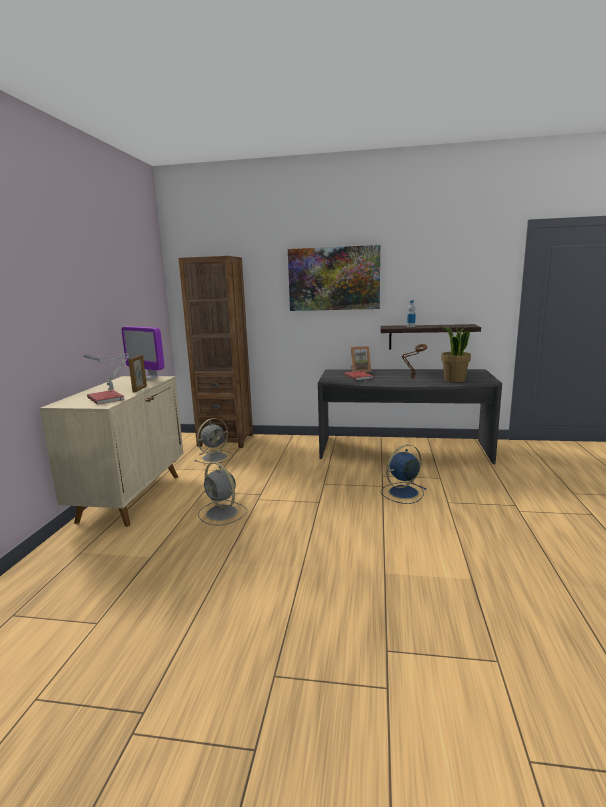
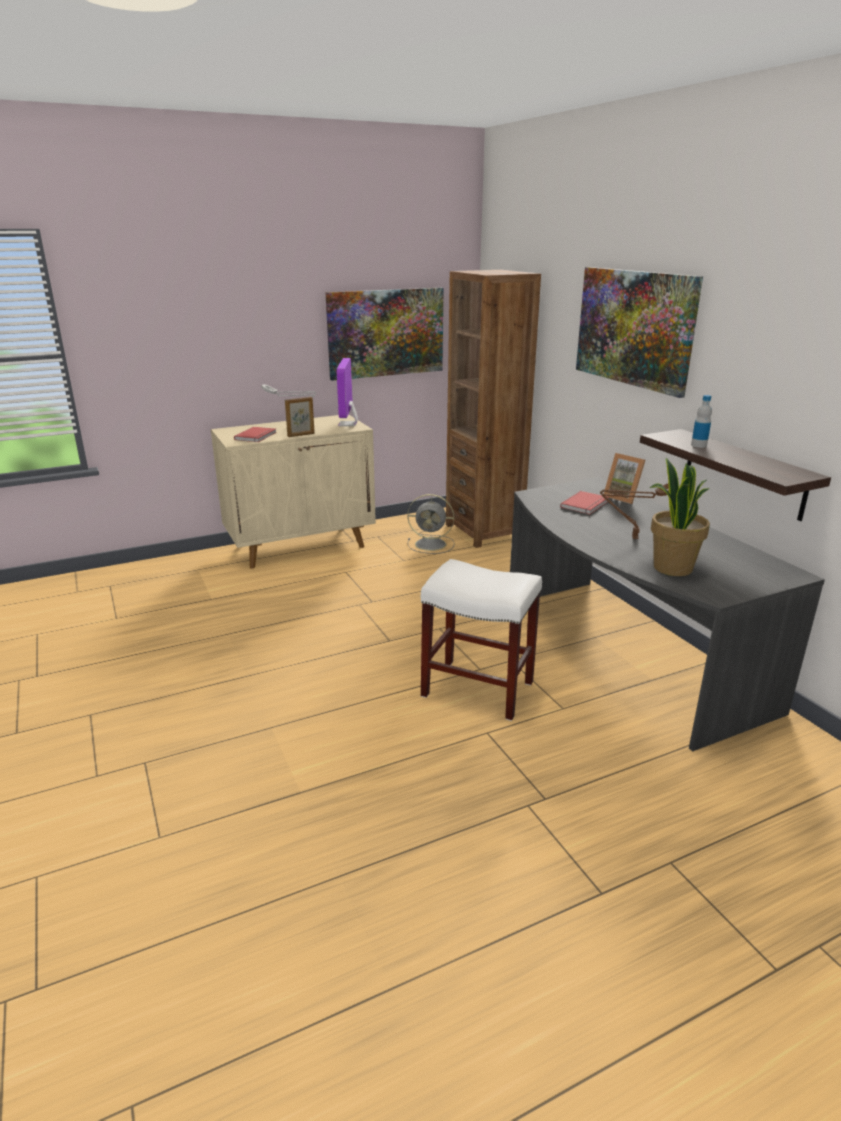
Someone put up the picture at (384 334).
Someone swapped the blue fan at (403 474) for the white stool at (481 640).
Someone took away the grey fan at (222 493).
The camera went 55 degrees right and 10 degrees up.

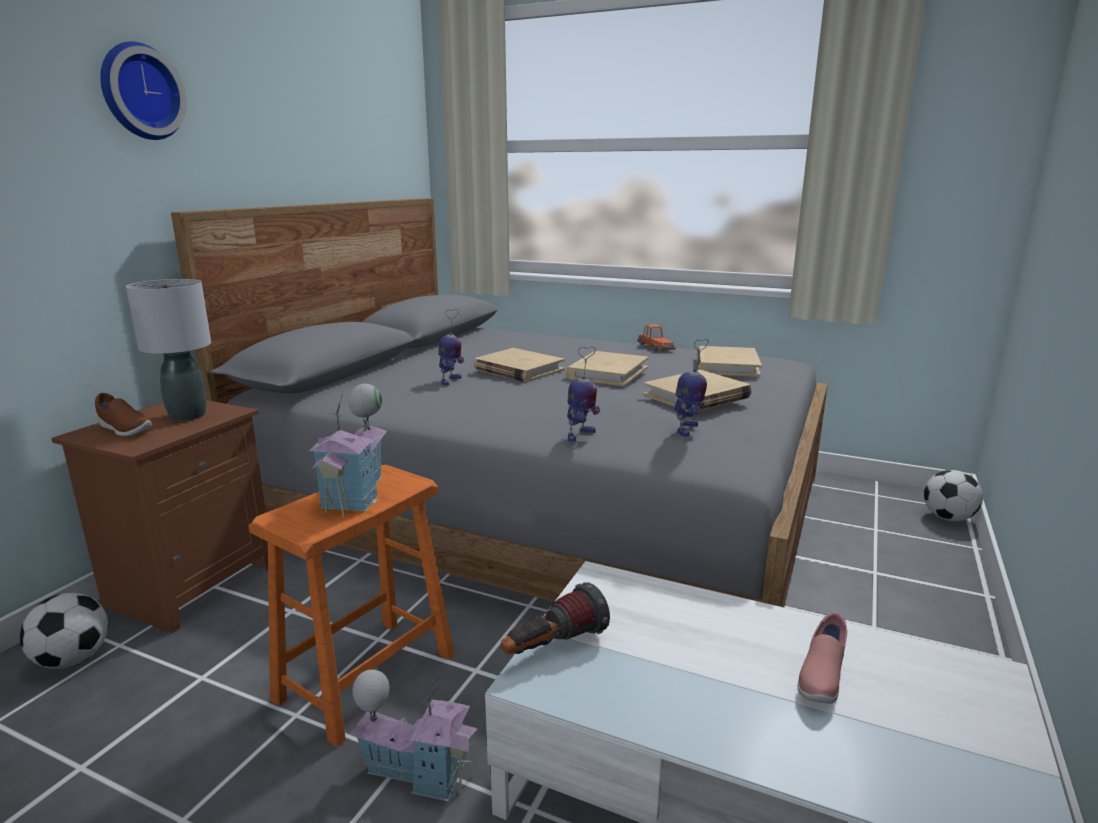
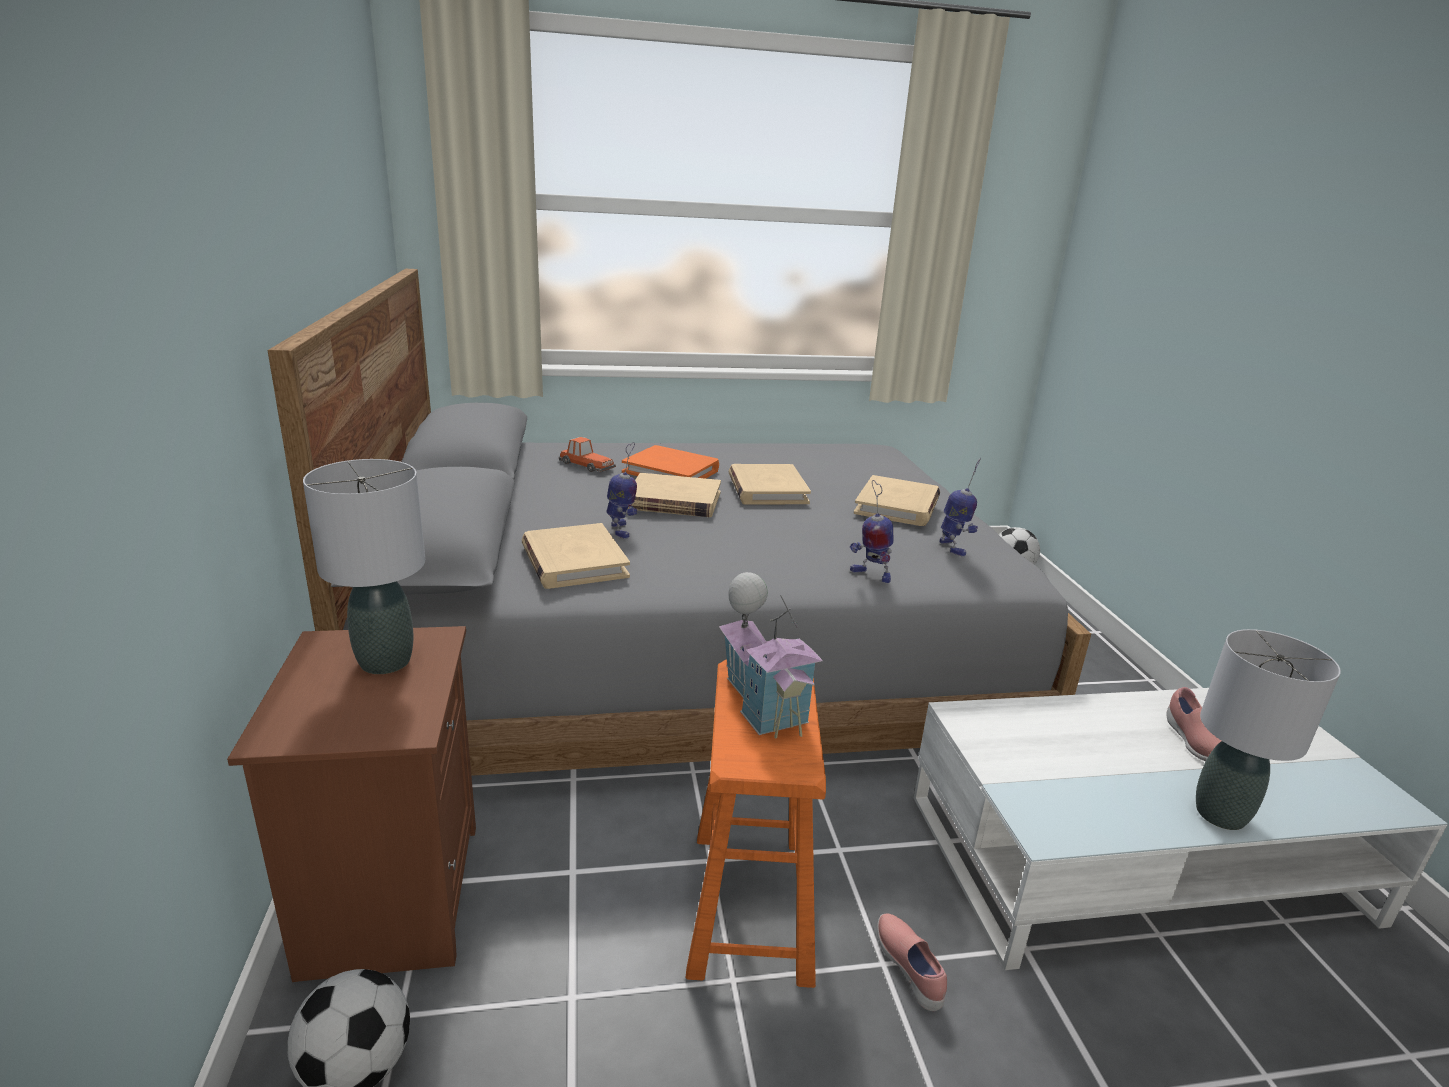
Someone carried the beige book from (729 361) to (576 556).
Someone carried the toy car from (656 337) to (587 454).
Someone put down the orange book at (670 462).
Someone rotated the toy robot at (583 394) by 120 degrees clockwise.
Someone swapped the toy house at (413 735) for the pink shoe at (912 962).
Someone put down the grey table lamp at (1268 729).
Someone took away the brown shoe at (123 414).
Someone took away the wall clock at (143 90).
Someone took away the flashlight at (555 618).
The camera went 35 degrees left and 5 degrees up.

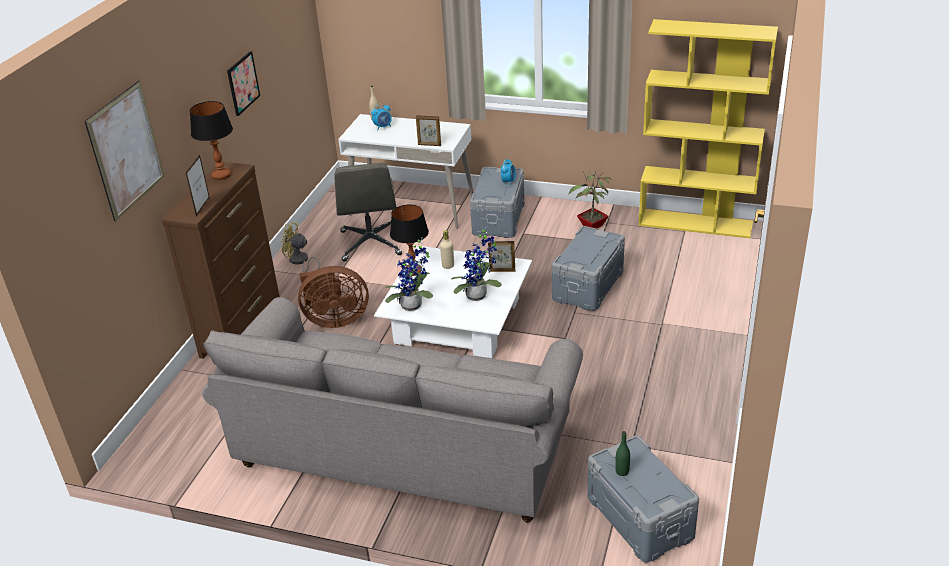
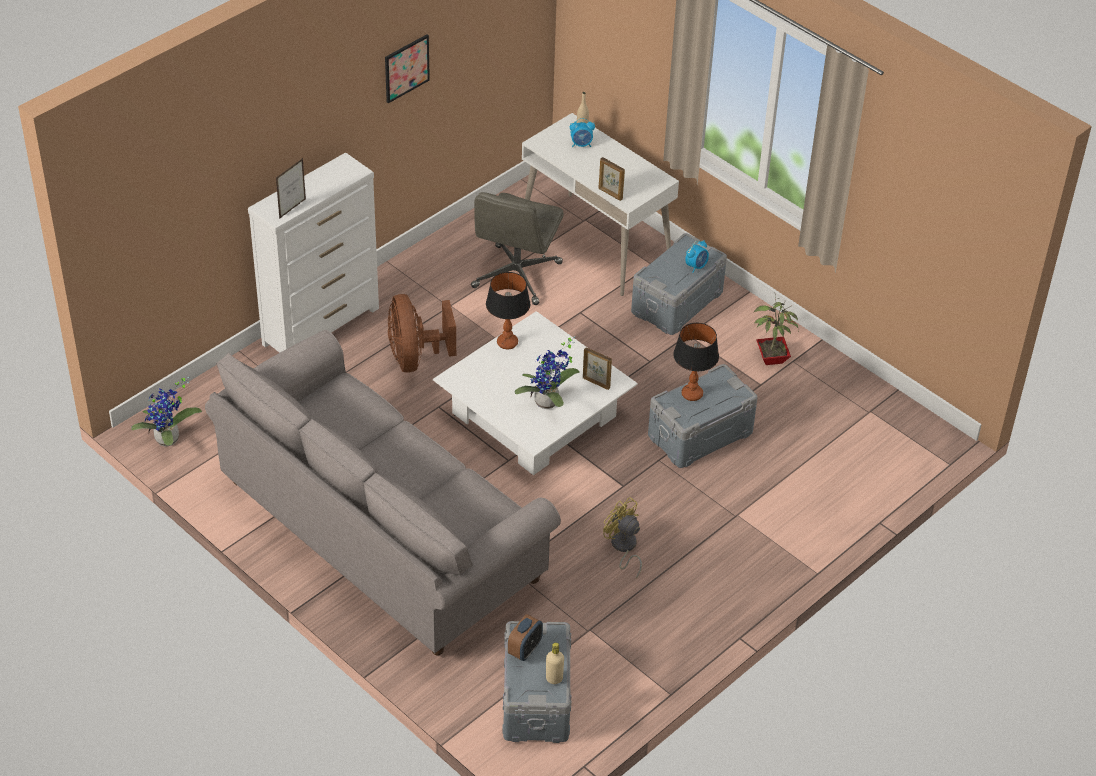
Someone carried the potted plant from (409 274) to (166 412).
Someone repainted the brown dresser at (221 260), which became the white dresser at (313 252).
Someone rotated the brown fan at (333 297) by 60 degrees clockwise.
Someone swapped the green bottle at (622 453) for the alarm clock at (525 637).
Someone carried the beige bottle from (447 249) to (555 663).
Someone carried the yellow fan from (300 247) to (622 537).
Someone carried the table lamp from (211 140) to (696 362).
Someone took away the picture at (124 151).
Someone took away the yellow bookcase at (708 128).
The camera went 25 degrees right and 10 degrees up.

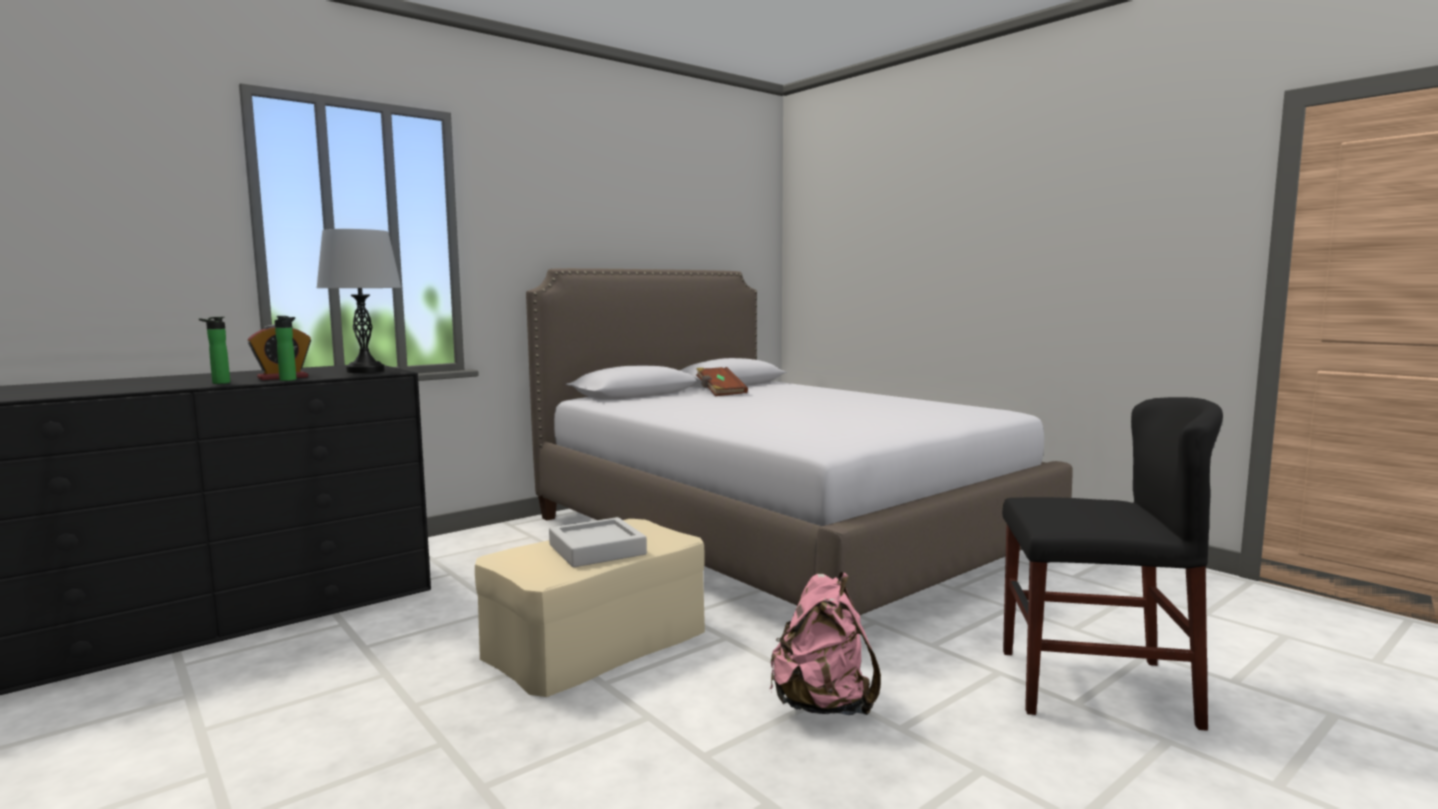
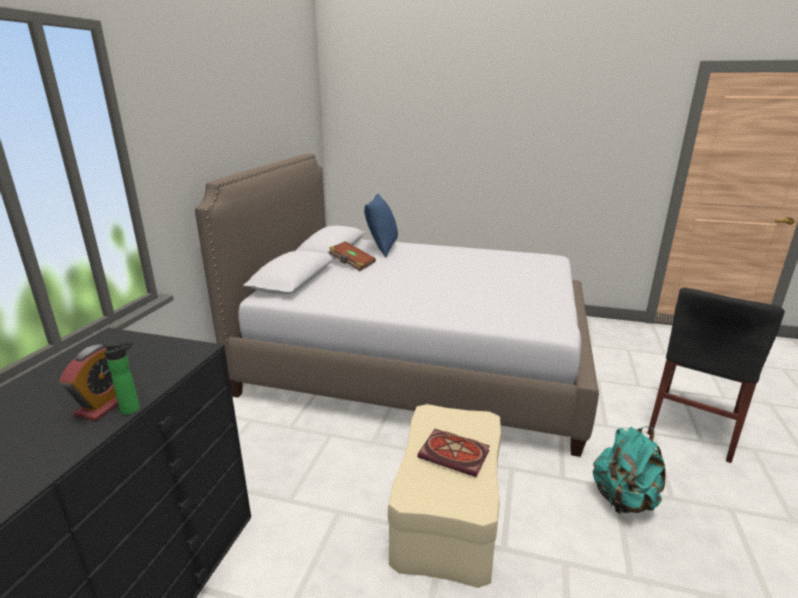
Someone put down the blue pillow at (381 225).
Someone swapped the grey tray at (598 542) for the book at (454 453).
Someone repainted the pink backpack at (825 643), which became the turquoise backpack at (629 470).
Someone rotated the black chair at (1112 564) by 150 degrees clockwise.
Someone took away the bottle at (214 350).
Someone took away the grey table lamp at (359 301).
The camera went 35 degrees left and 15 degrees up.

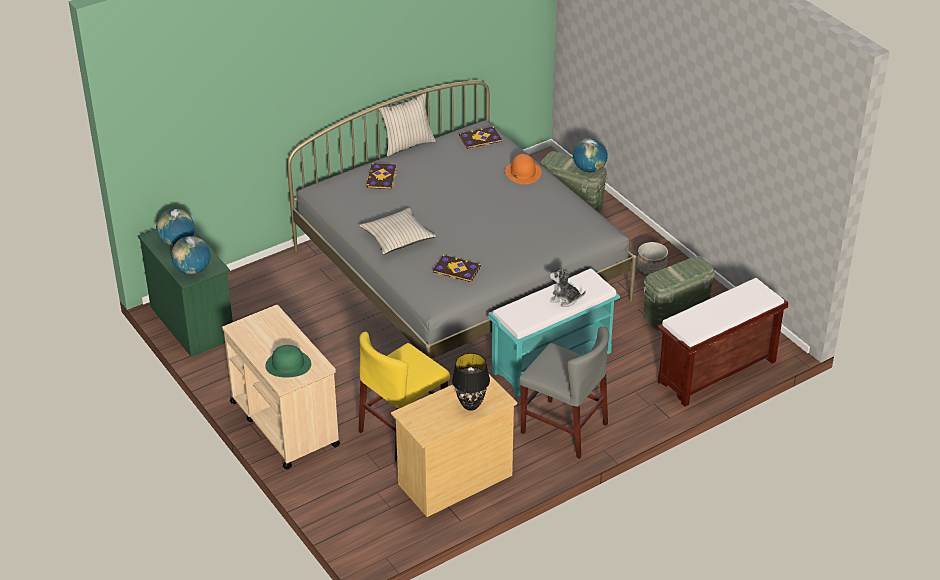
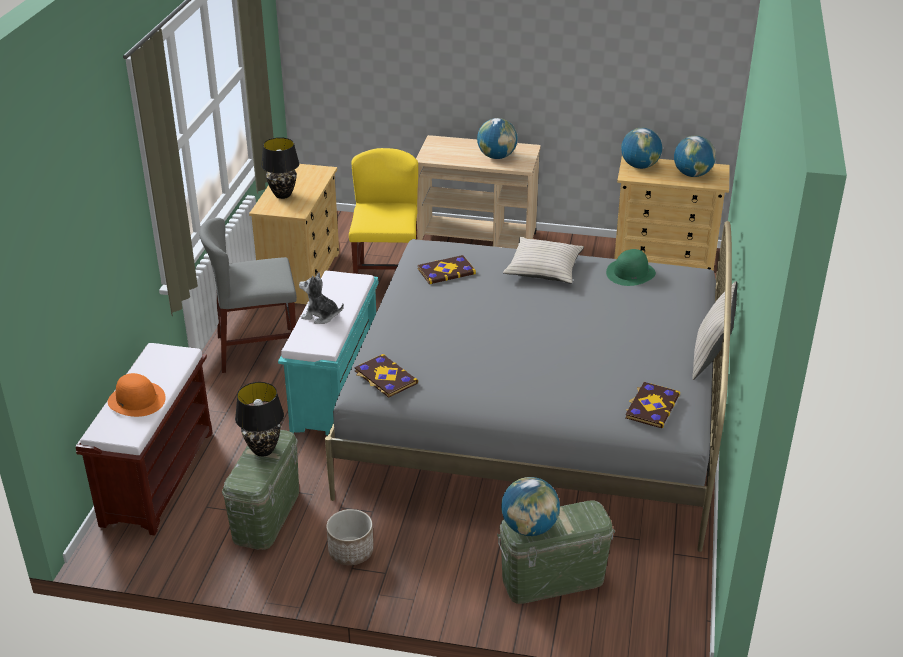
Someone carried the orange hat from (523 169) to (137 395).
Someone put down the black table lamp at (259 419).
Someone rotated the plush toy at (568 286) by 135 degrees counterclockwise.
Someone carried the book from (381 176) to (386 376).
Someone put down the globe at (497 138).
Someone carried the green hat from (288 361) to (631 267).
Someone repainted the green dresser at (185 293), which became the beige dresser at (672 213).
The camera went 135 degrees right and 5 degrees down.

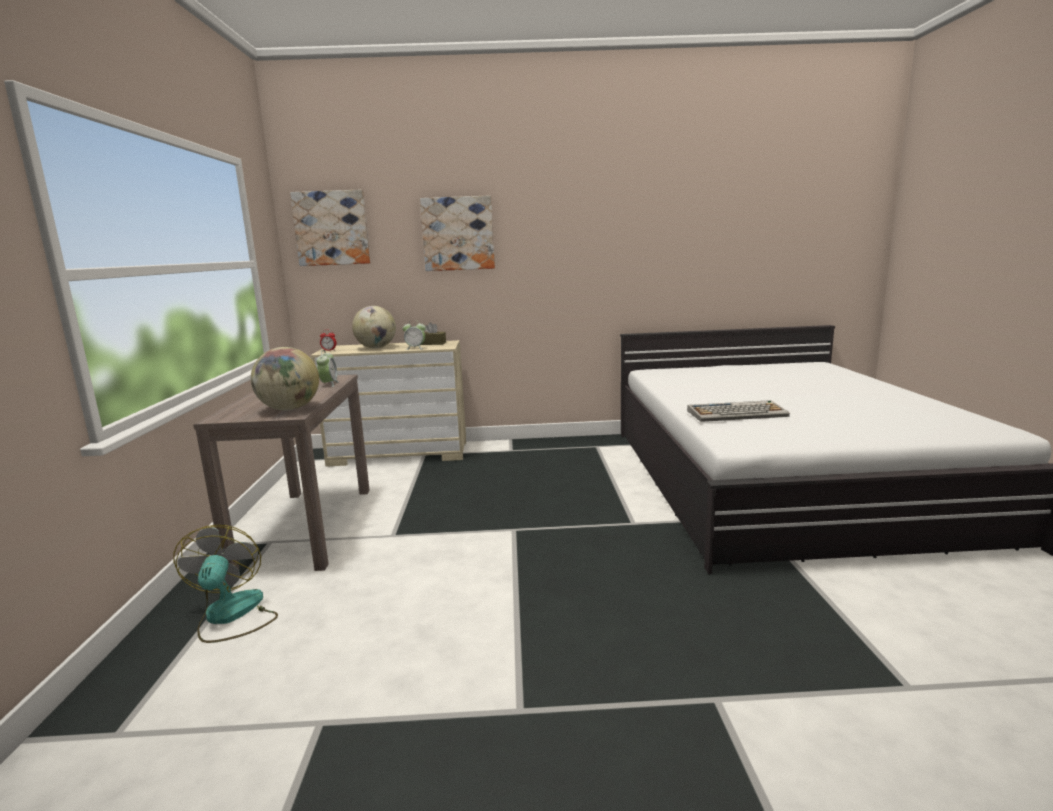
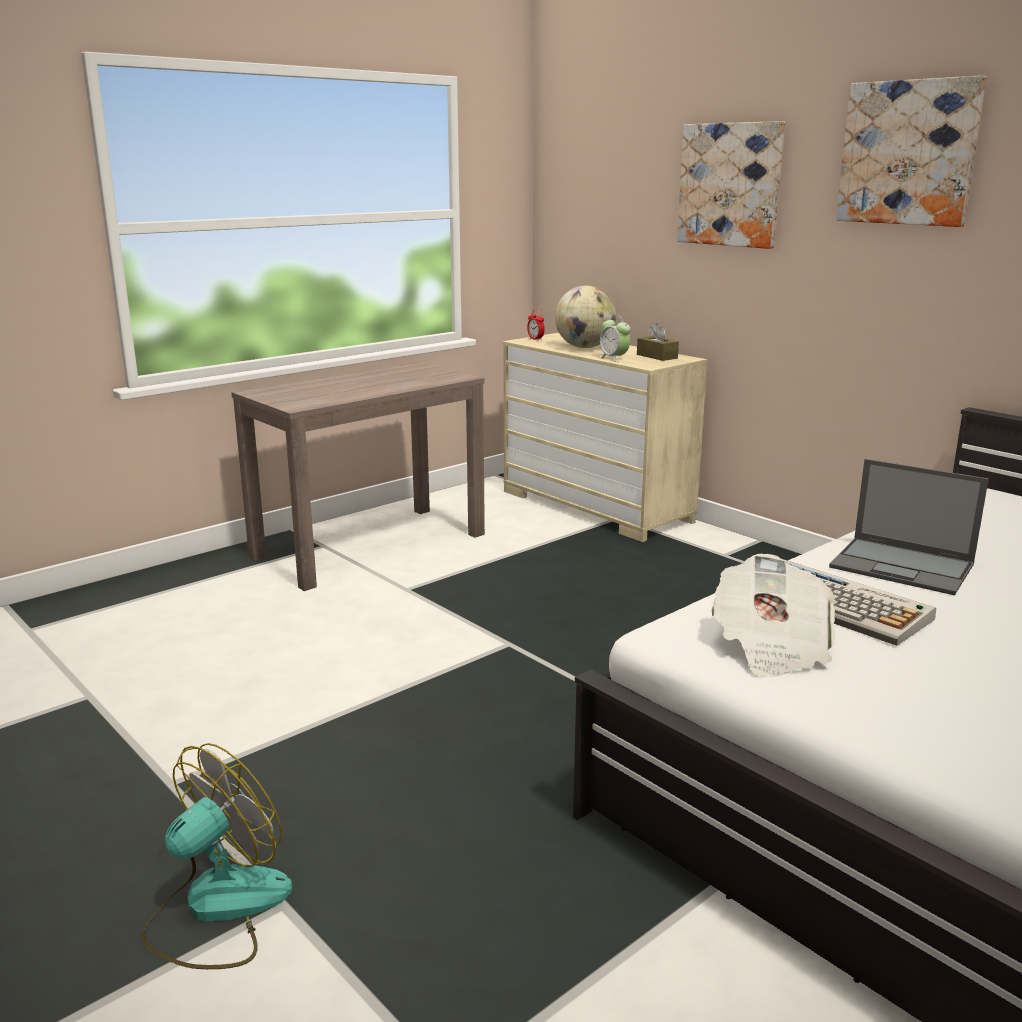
Someone carried the fan from (225 584) to (217 856).
Someone put down the newspaper at (773 615).
Someone put down the laptop at (909 527).
Someone carried the picture from (330 228) to (911 151).
Someone took away the globe at (285 379).
Someone took away the alarm clock at (327 368).
The camera went 50 degrees right and 5 degrees up.

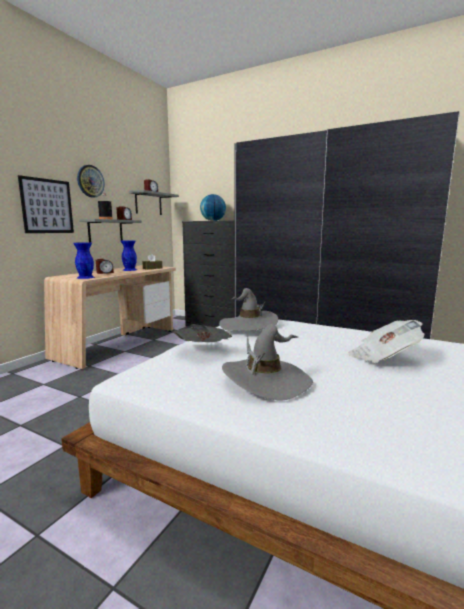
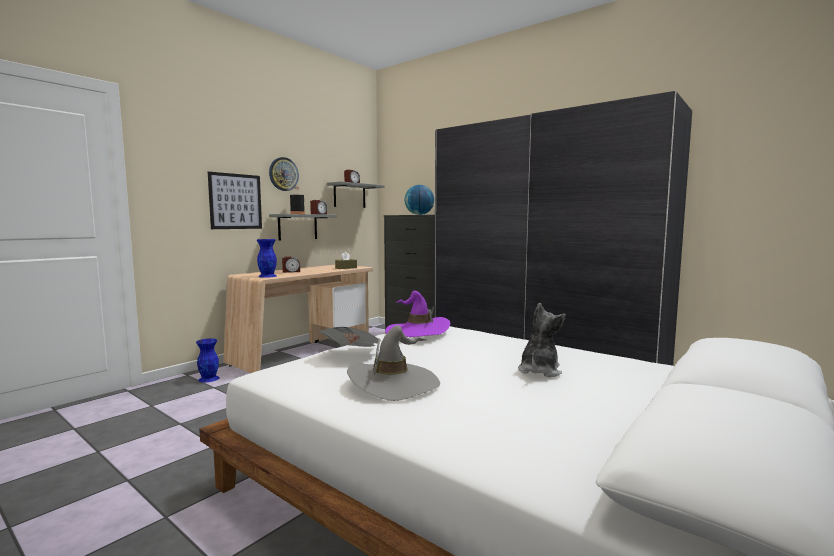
Someone carried the blue vase from (129 255) to (208 360).
Someone repainted the grey hat at (248 309), which became the purple hat at (417 314).
Someone swapped the newspaper at (386 341) for the plush toy at (542 340).
The camera went 10 degrees right and 5 degrees down.

